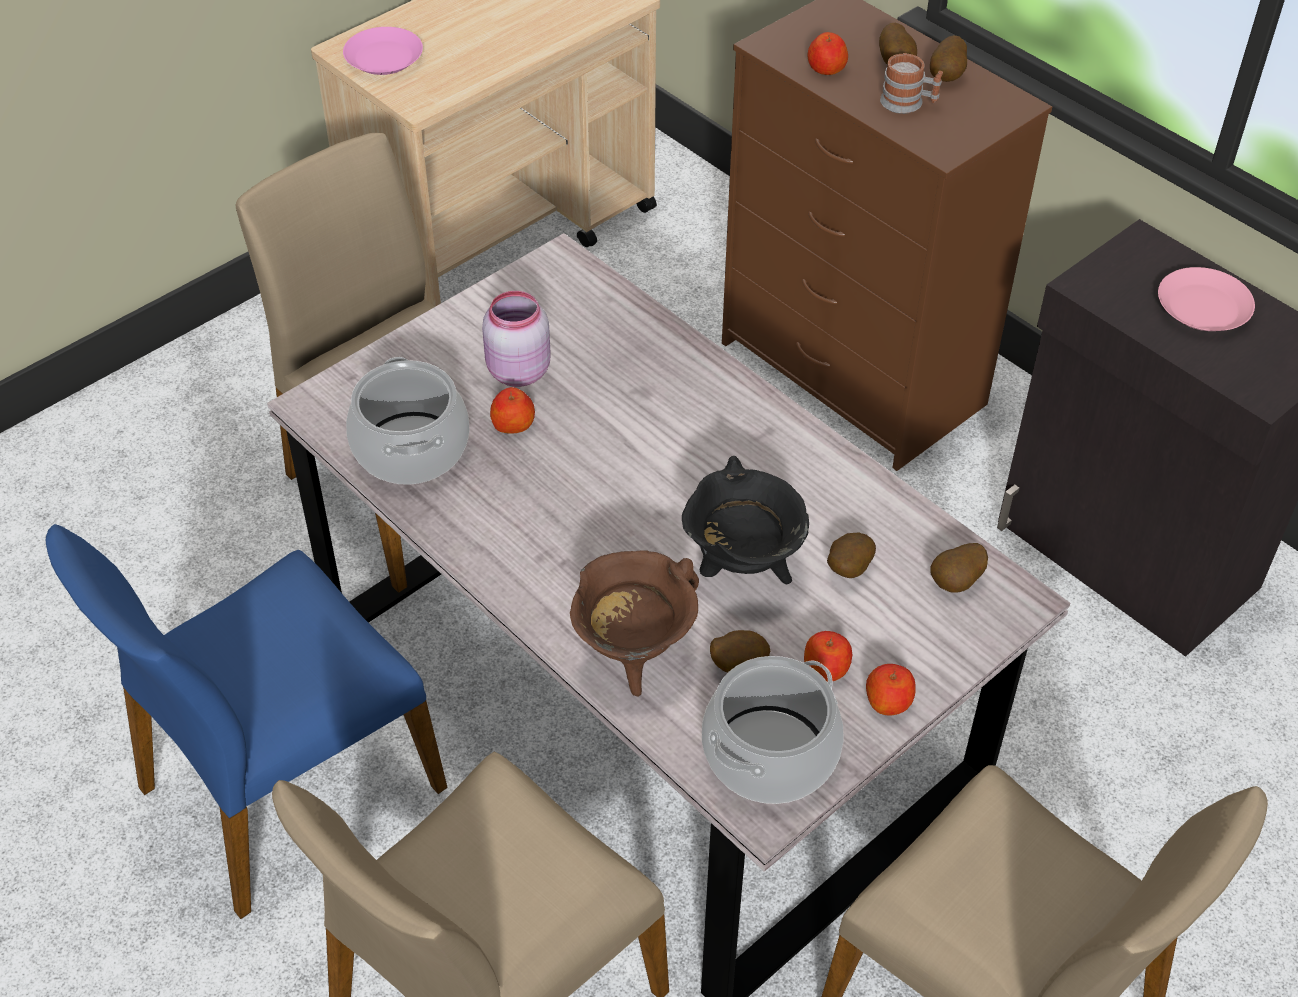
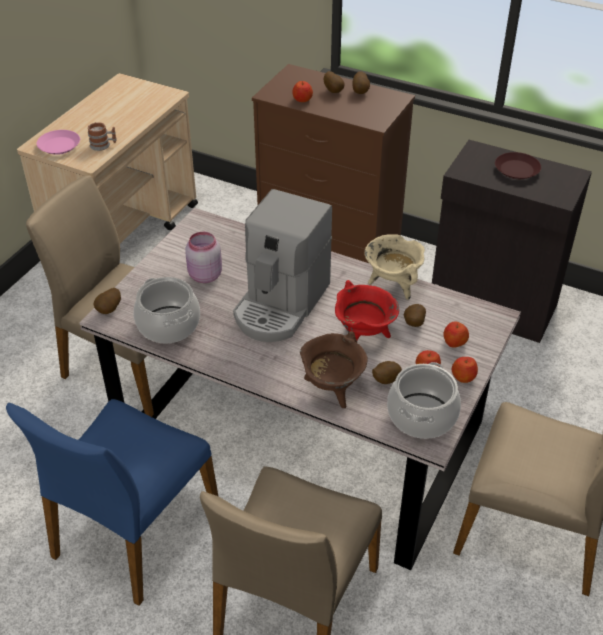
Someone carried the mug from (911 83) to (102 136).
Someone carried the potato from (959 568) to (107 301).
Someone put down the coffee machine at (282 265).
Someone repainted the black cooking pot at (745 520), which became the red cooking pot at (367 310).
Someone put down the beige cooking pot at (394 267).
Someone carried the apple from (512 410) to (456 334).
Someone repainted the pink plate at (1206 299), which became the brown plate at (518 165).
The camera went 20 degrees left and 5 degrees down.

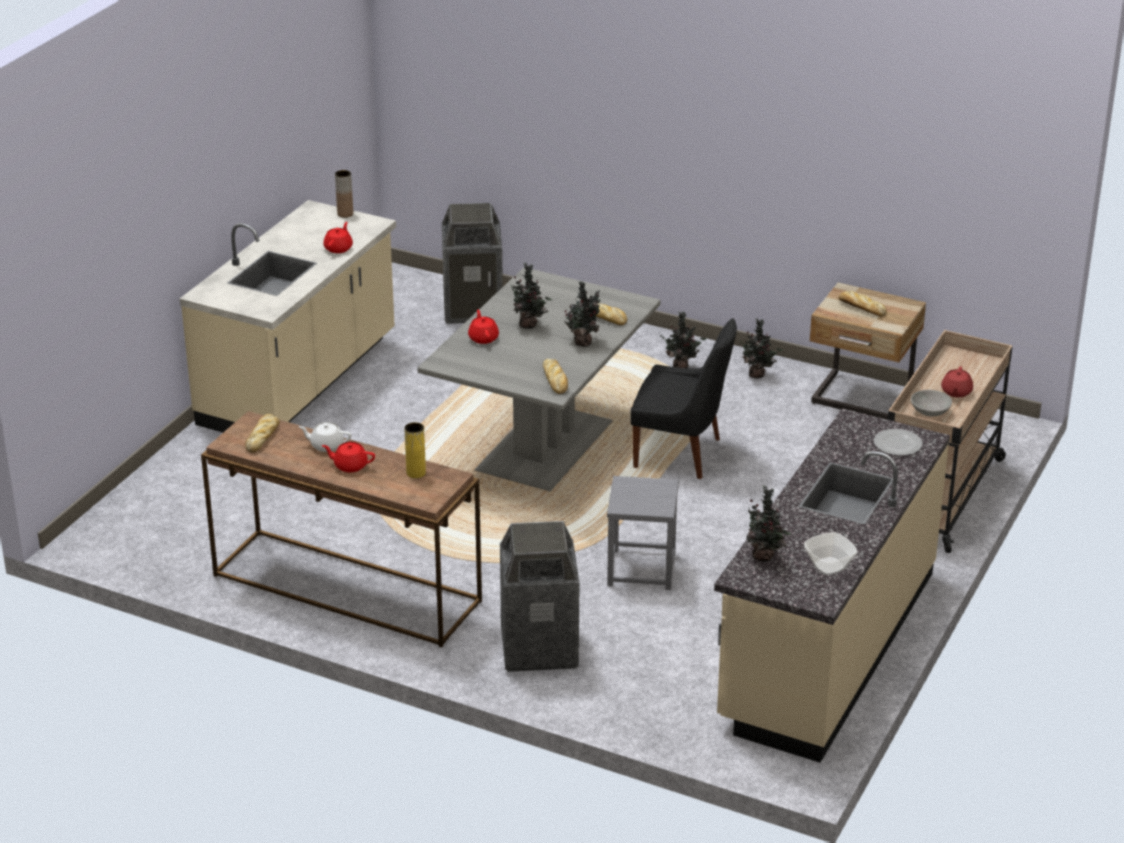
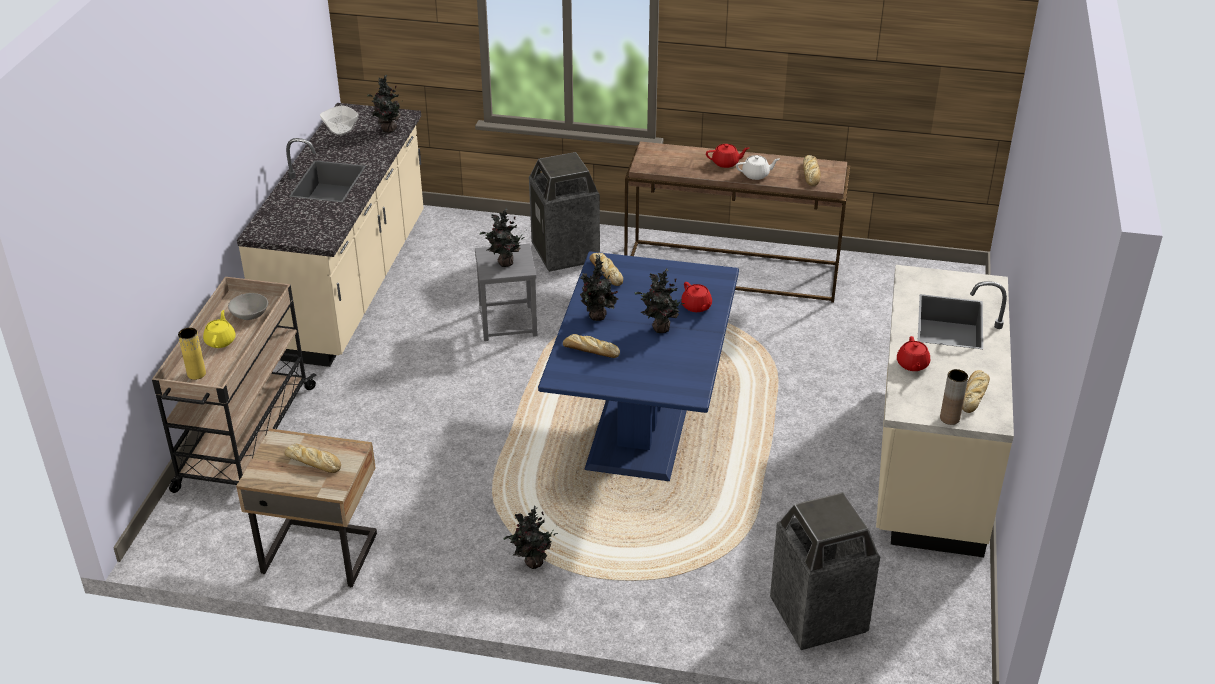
Someone carried the yellow vase from (415 450) to (192 354).
Someone repainted the red teapot at (957 382), which became the yellow teapot at (219 329).
Someone carried the potted plant from (761 348) to (502 237).
Someone repainted the grey dining table at (539 379), which became the blue dining table at (638 366).
Someone put down the bread at (976 391).
Someone took away the black chair at (684 398).
Someone took away the plate at (898 442).
The camera went 165 degrees right and 5 degrees up.

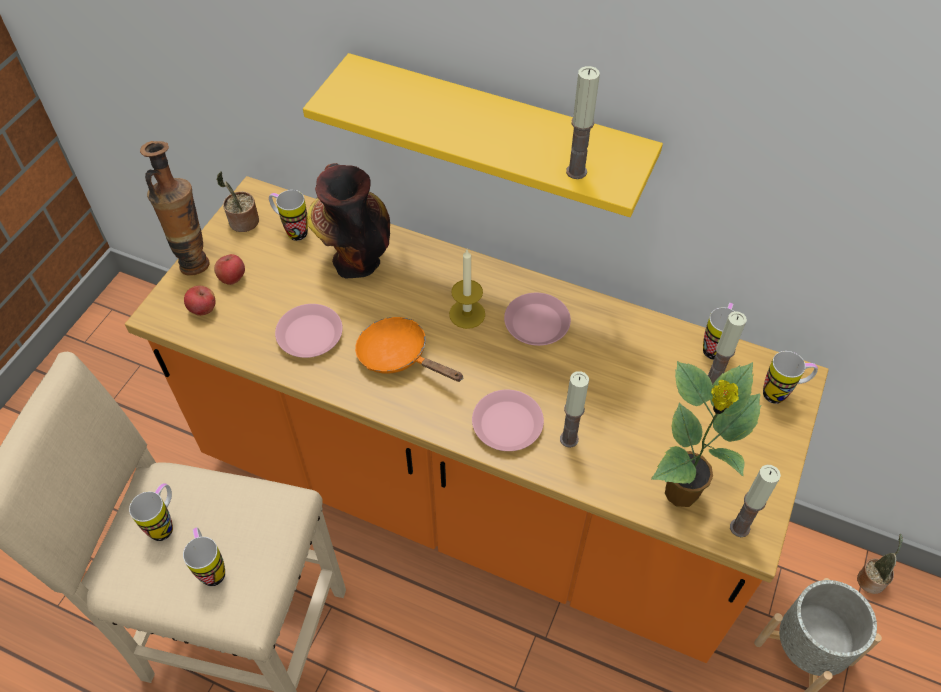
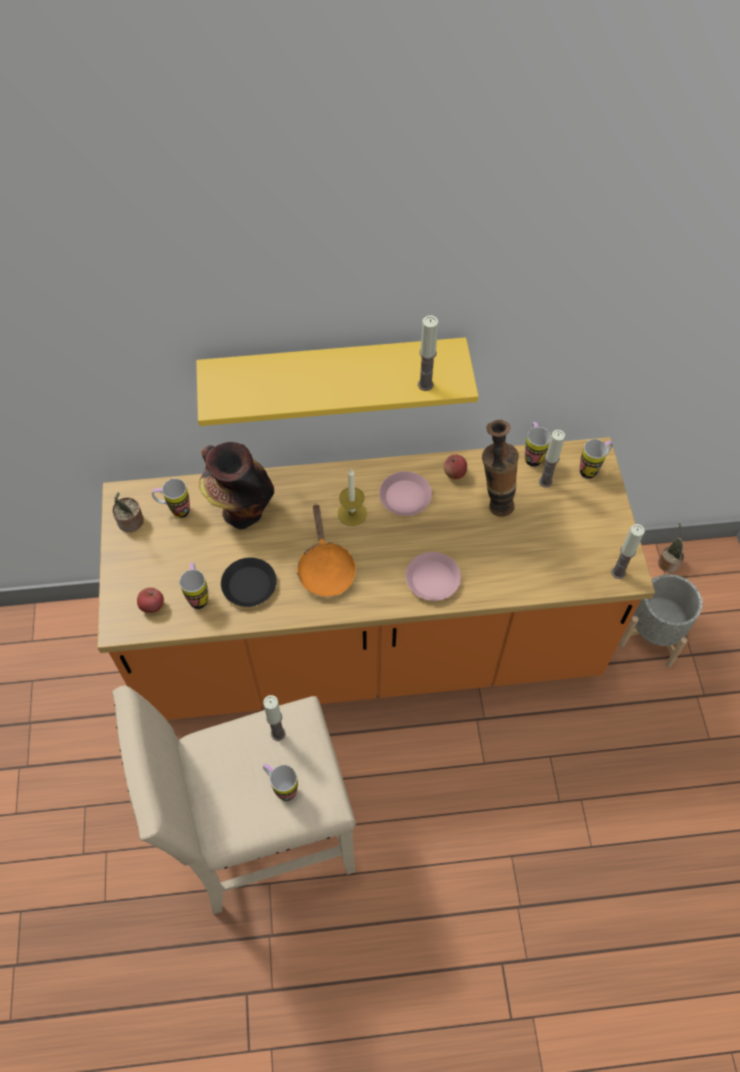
Someone carried the mug from (151 512) to (194 585).
Someone repainted the pink plate at (309 331), which became the black plate at (249 582).
Someone carried the candle from (574 409) to (274 718).
Someone rotated the orange frying pan at (409 349) by 105 degrees counterclockwise.
Someone carried the apple from (229 269) to (455 467).
Someone carried the vase from (175 208) to (500 468).
Someone took away the potted plant at (706 434).
The camera went 30 degrees left and 5 degrees up.

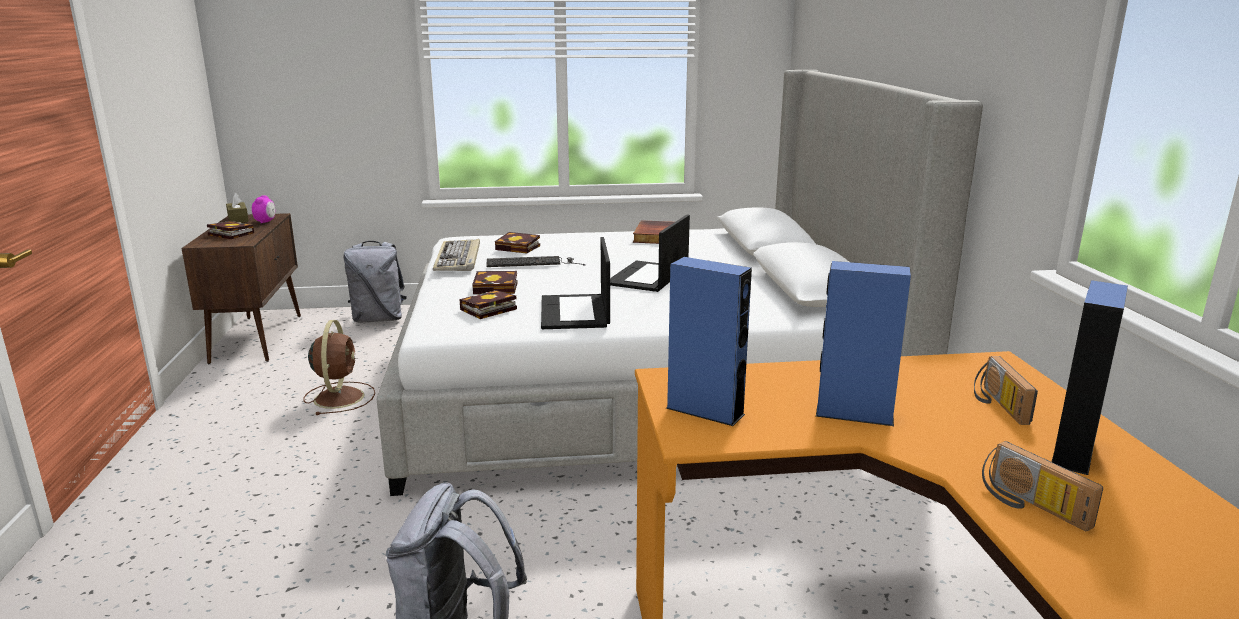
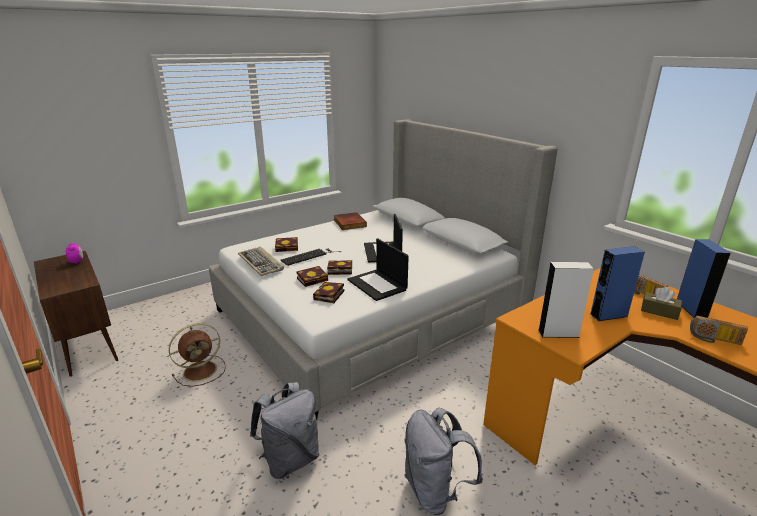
Someone rotated the brown fan at (339 367) by 90 degrees clockwise.
Someone carried the grey backpack from (375 281) to (284 430).
Someone carried the book from (230 230) to (339 267).
Someone repainted the blue speaker at (709 341), which became the white speaker at (566 300).
Someone carried the brown tissue box from (237 208) to (661 303).
The camera went 30 degrees left and 5 degrees up.

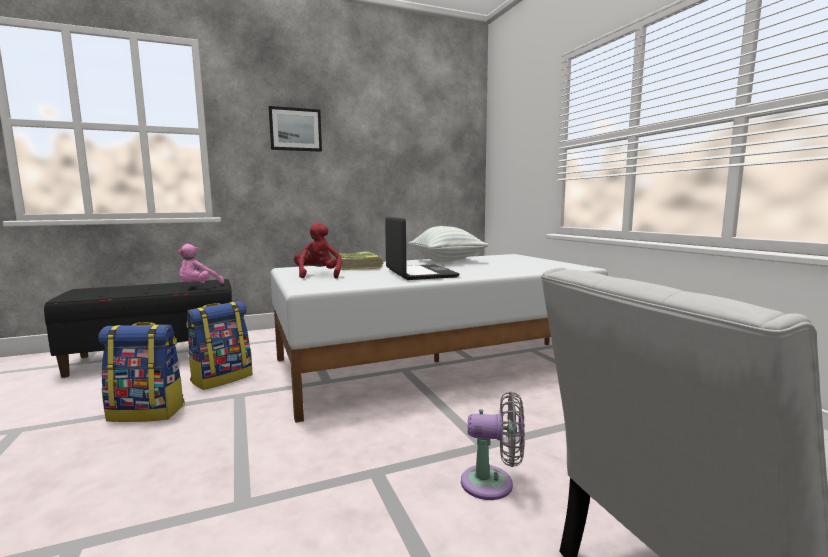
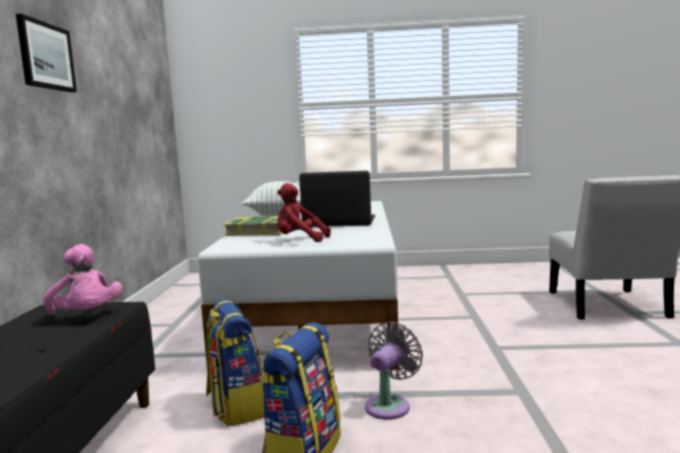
Someone carried the grey fan from (493 446) to (394 370).
The camera went 65 degrees left and 0 degrees up.

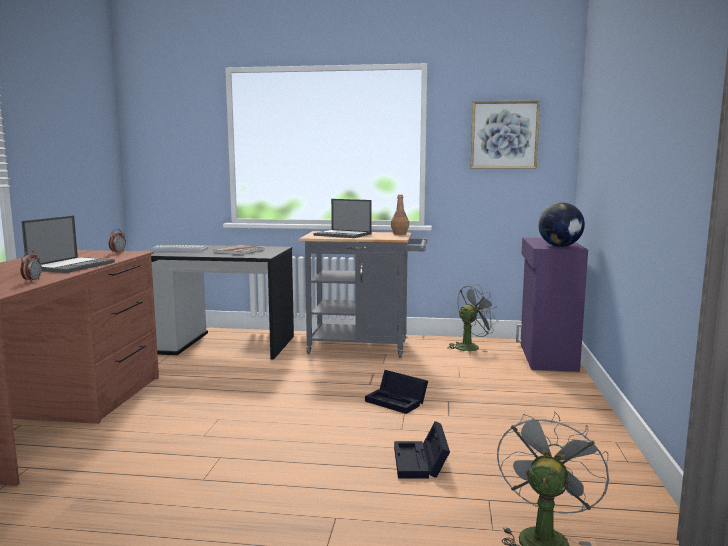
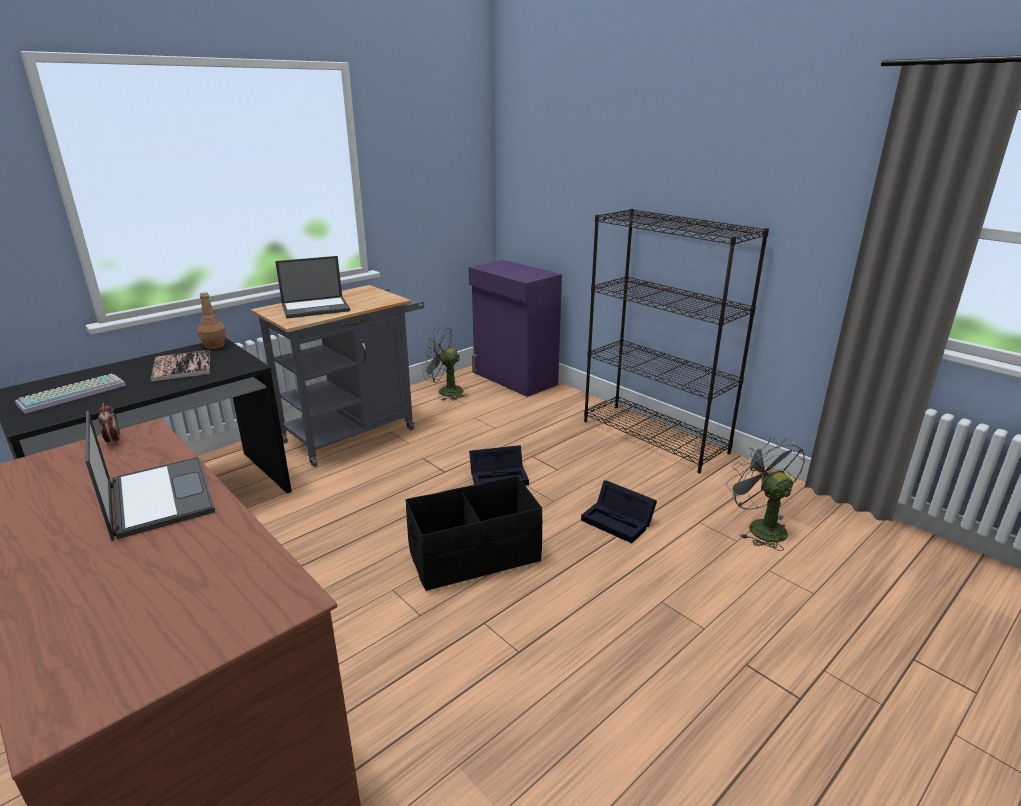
Someone carried the brown bottle from (400 214) to (211 320).
Someone put down the black storage box at (473 533).
Someone rotated the grey fan at (473 318) by 90 degrees counterclockwise.
Someone put down the black bookcase at (676 341).
Someone took away the alarm clock at (31 266).
Someone took away the picture at (505 134).
Someone took away the globe at (561 225).
The camera went 50 degrees left and 15 degrees up.

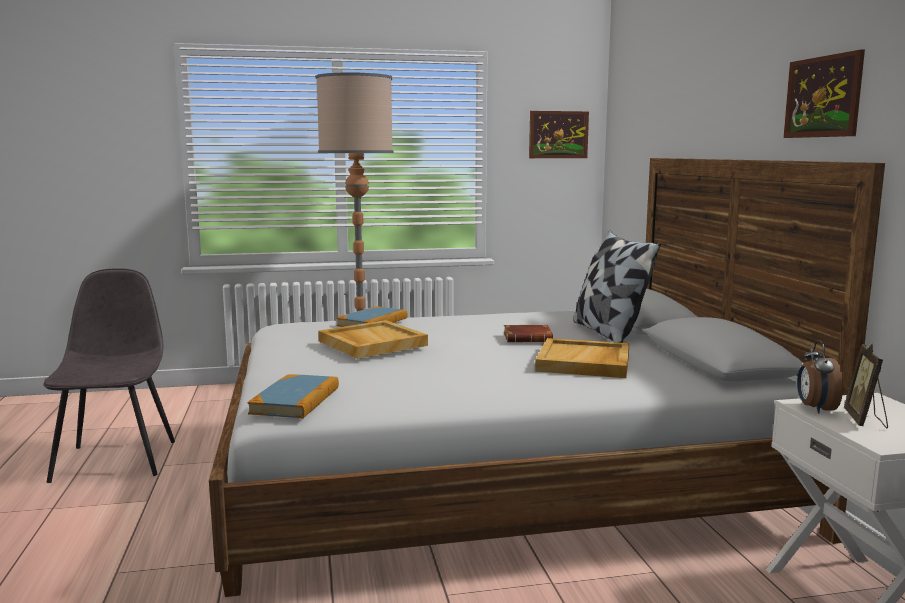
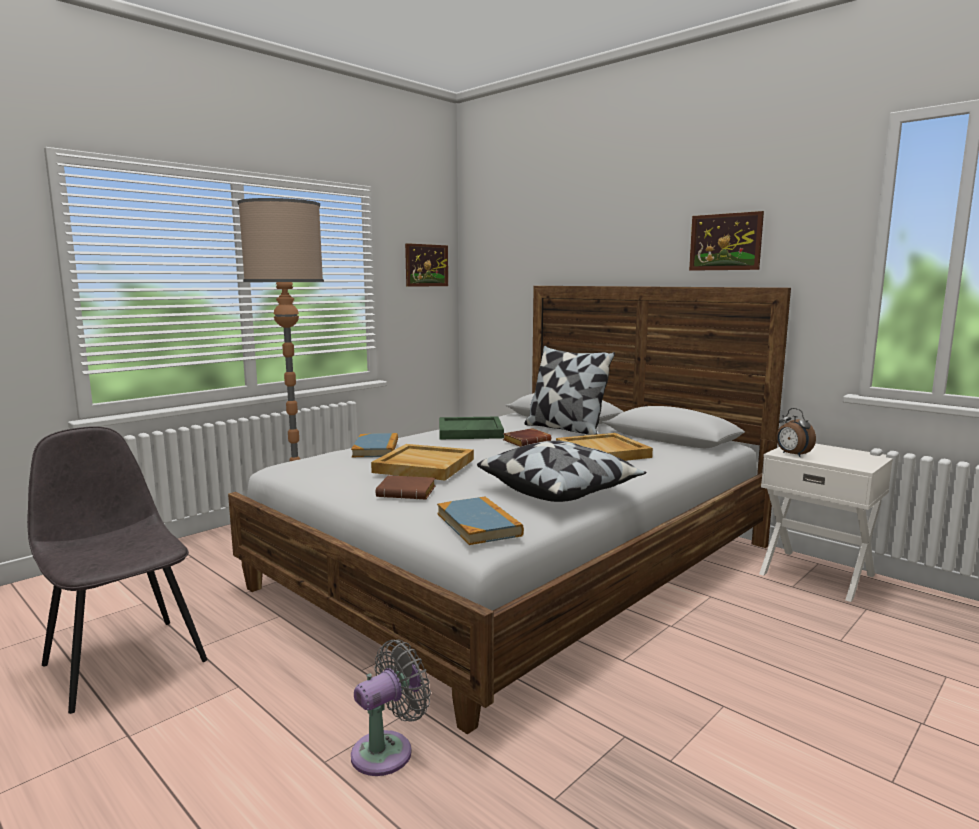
Someone put down the grey fan at (391 707).
Someone put down the brown book at (406 487).
Someone put down the green tray at (471 428).
Someone put down the pillow at (561 471).
Someone took away the picture frame at (866 386).
The camera went 35 degrees left and 0 degrees up.

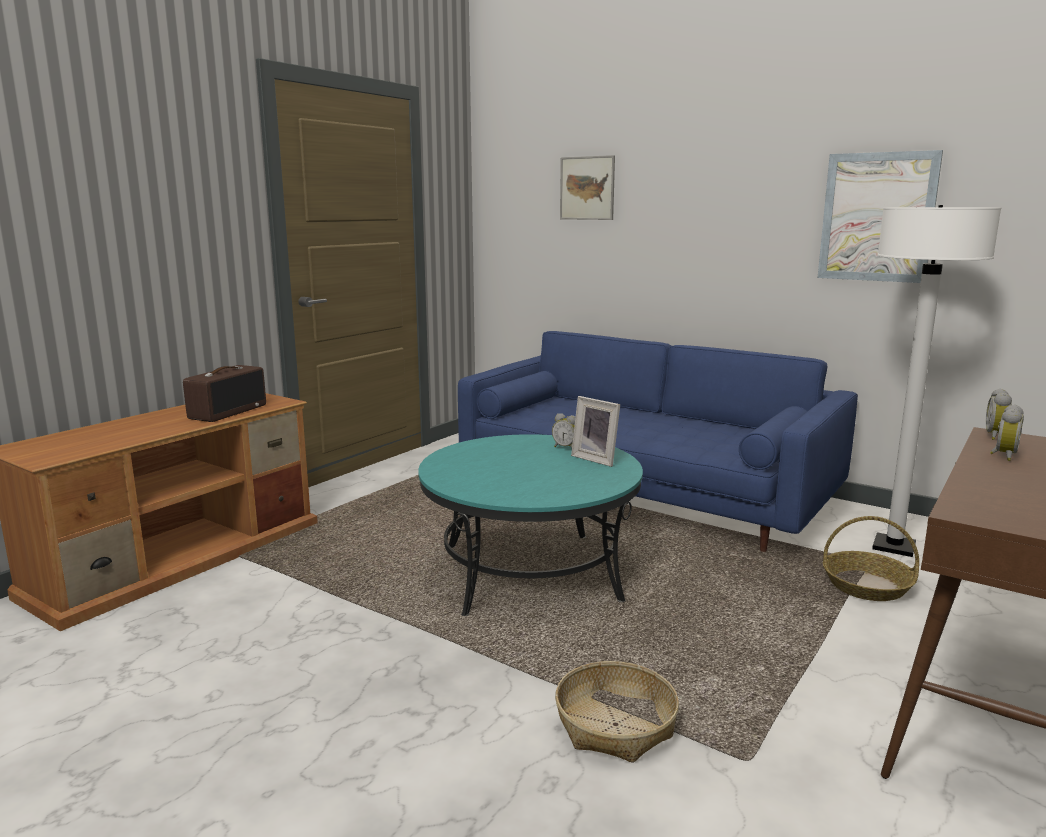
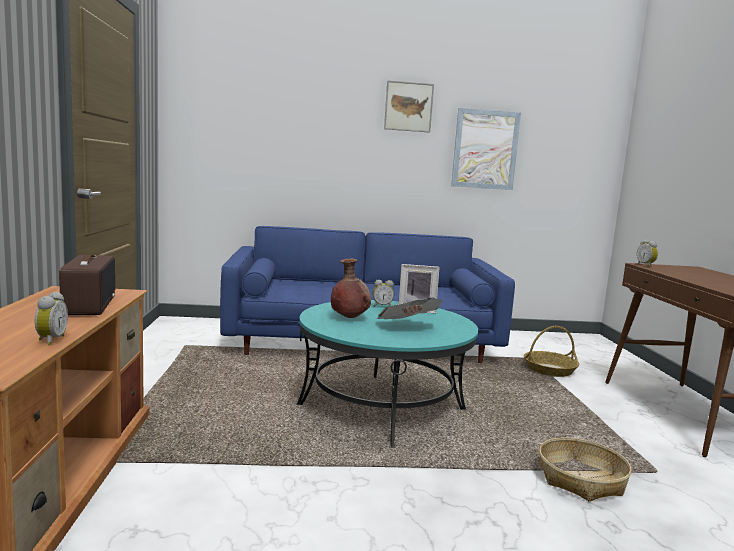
Someone carried the alarm clock from (1007 432) to (51 318).
Someone put down the brown vase at (351 288).
Someone put down the newspaper at (410 308).
Someone carried the picture from (587 187) to (409 106).
Someone took away the white floor lamp at (937 381).
The camera went 40 degrees left and 5 degrees down.

